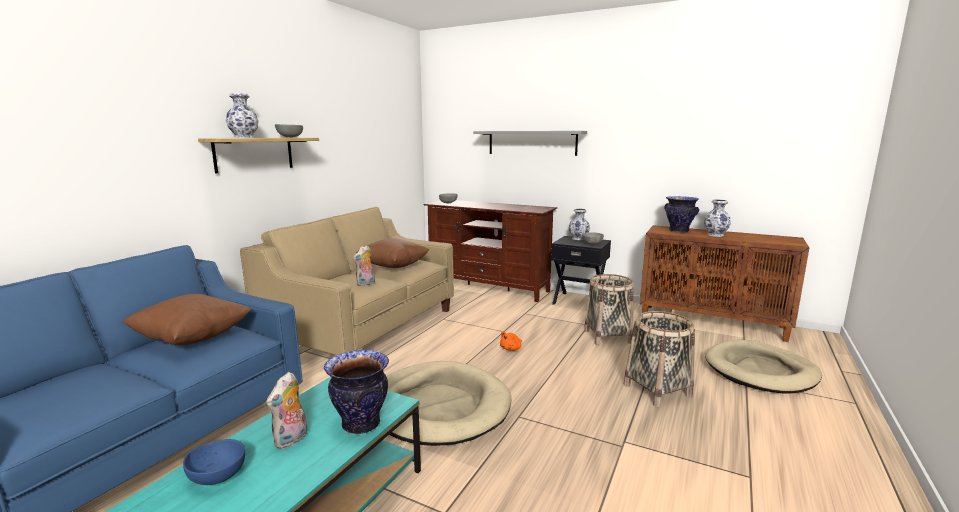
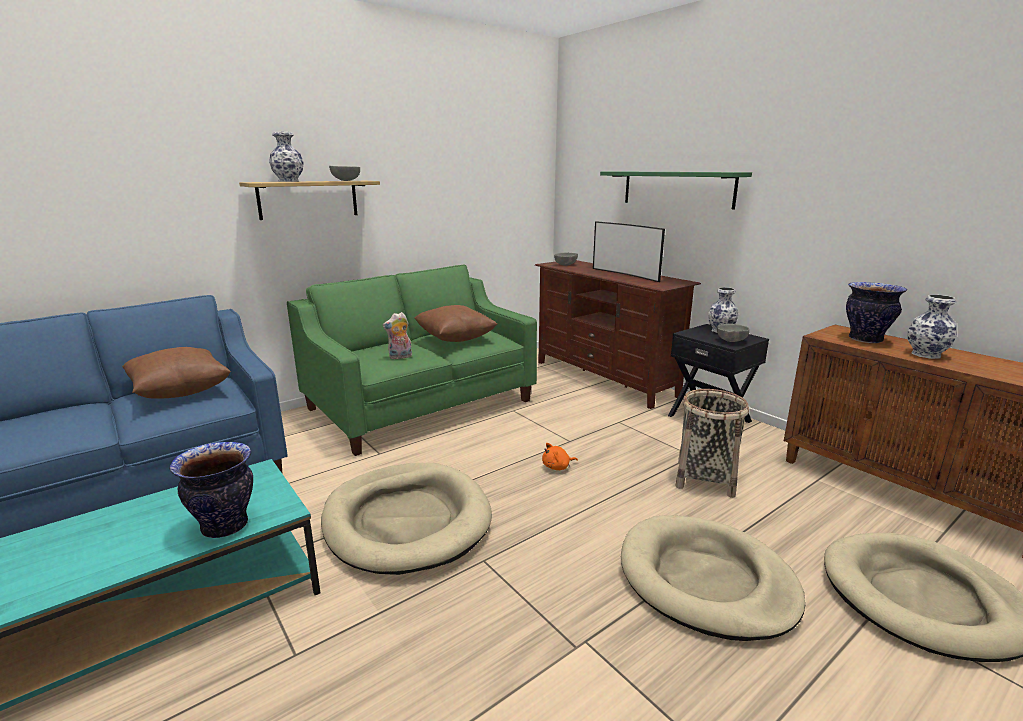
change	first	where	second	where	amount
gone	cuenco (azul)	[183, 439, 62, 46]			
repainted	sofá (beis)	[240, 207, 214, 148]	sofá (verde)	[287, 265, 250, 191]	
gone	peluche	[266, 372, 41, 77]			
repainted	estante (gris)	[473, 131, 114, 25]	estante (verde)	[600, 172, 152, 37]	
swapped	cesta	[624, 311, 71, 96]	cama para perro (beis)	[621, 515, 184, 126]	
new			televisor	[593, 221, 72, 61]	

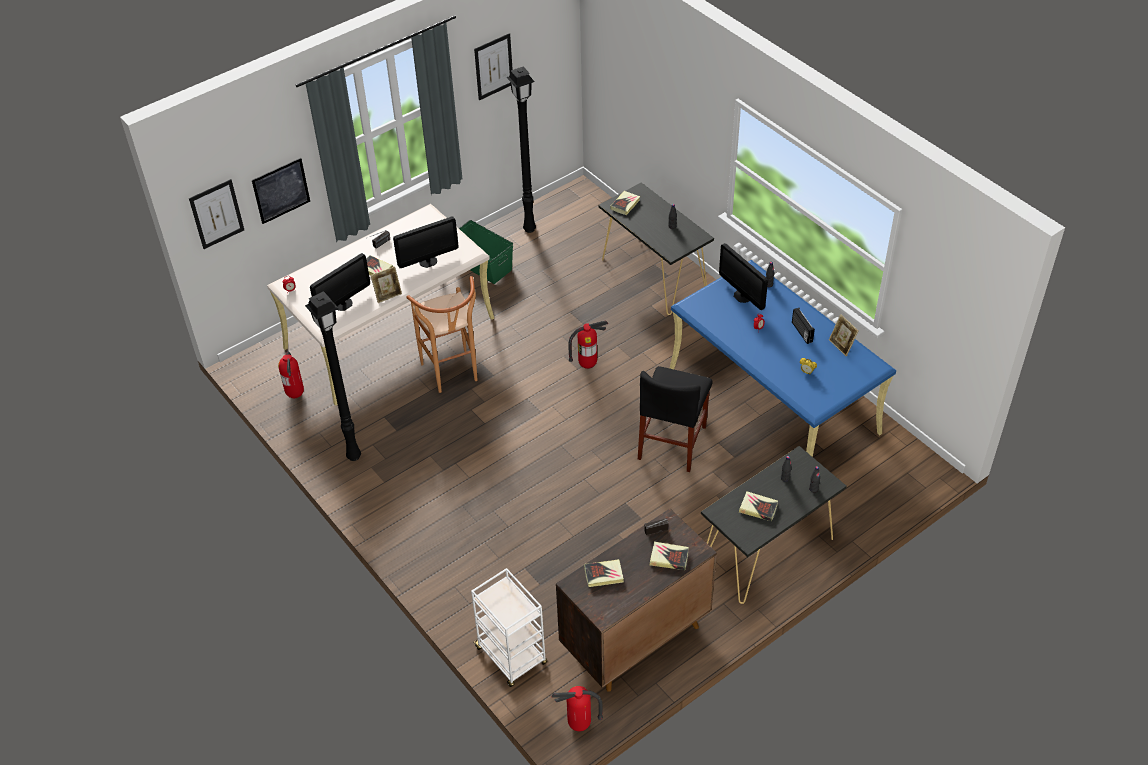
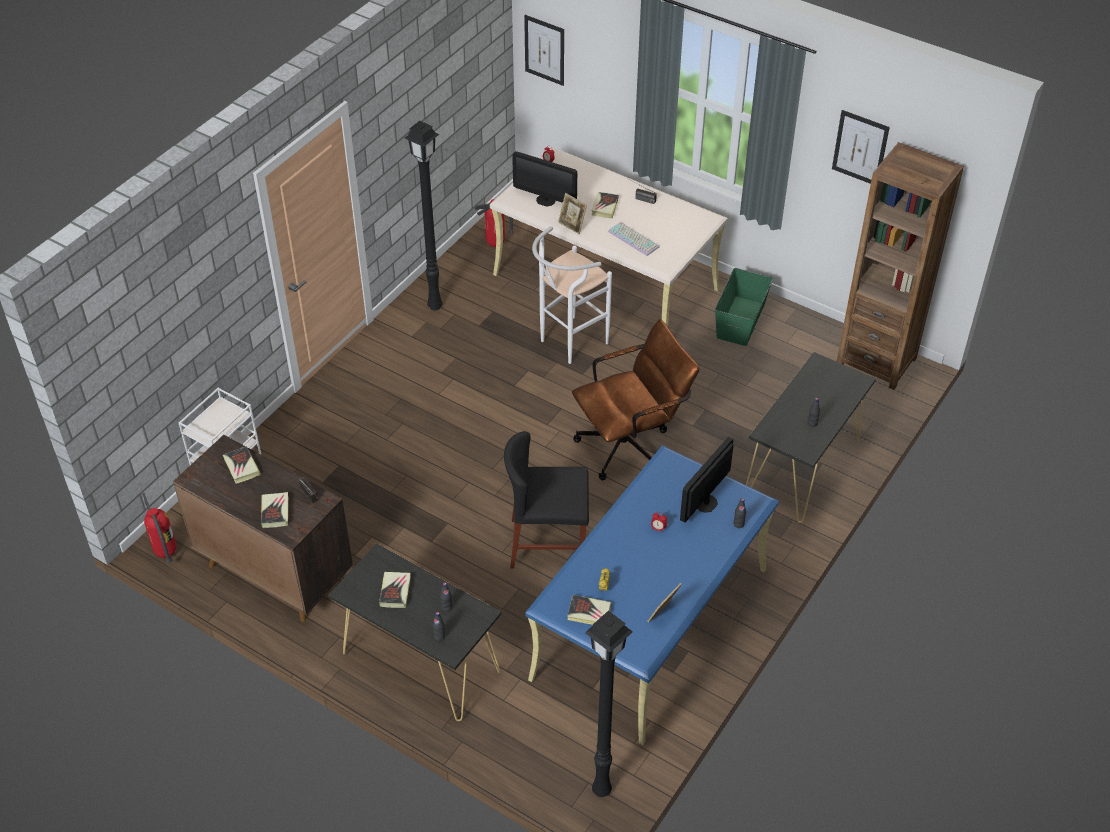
change	first	where	second	where	amount
gone	cuadro	[252, 158, 58, 66]			
swapped	monitor	[393, 217, 65, 51]	teclado	[608, 222, 51, 34]	
repainted	taburete (marrón)	[406, 276, 71, 117]	taburete (blanco)	[532, 226, 80, 138]	
shifted	lámpara de pie (negro)	[507, 66, 29, 167]		[585, 611, 48, 186]	
swapped	extintor	[568, 320, 40, 49]	silla de oficina (marrón)	[572, 319, 128, 161]	
shifted	libro	[610, 191, 30, 24]		[567, 595, 44, 30]	
gone	radio	[792, 308, 23, 36]			
new			estantería (marrón)	[837, 142, 127, 248]	

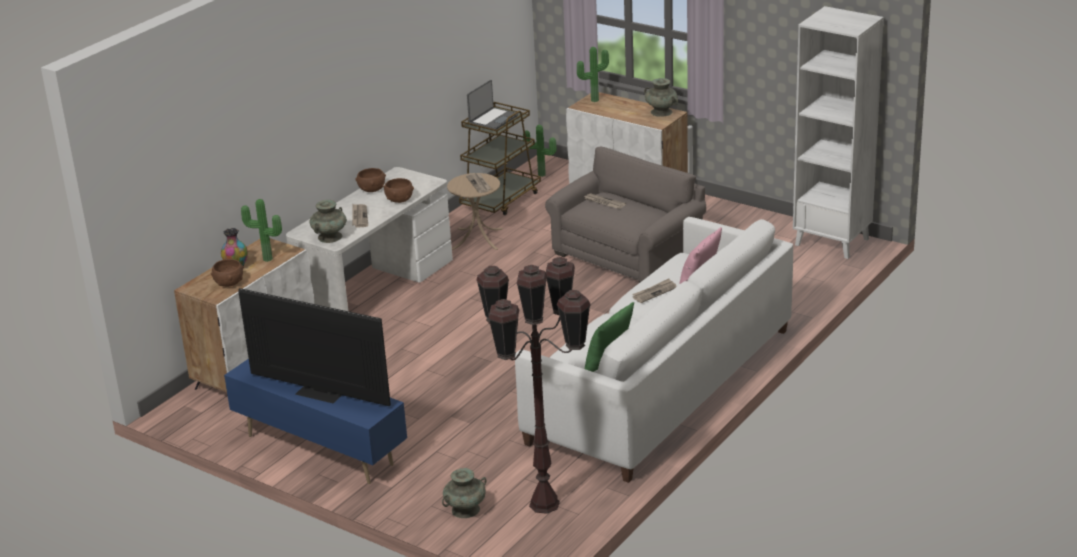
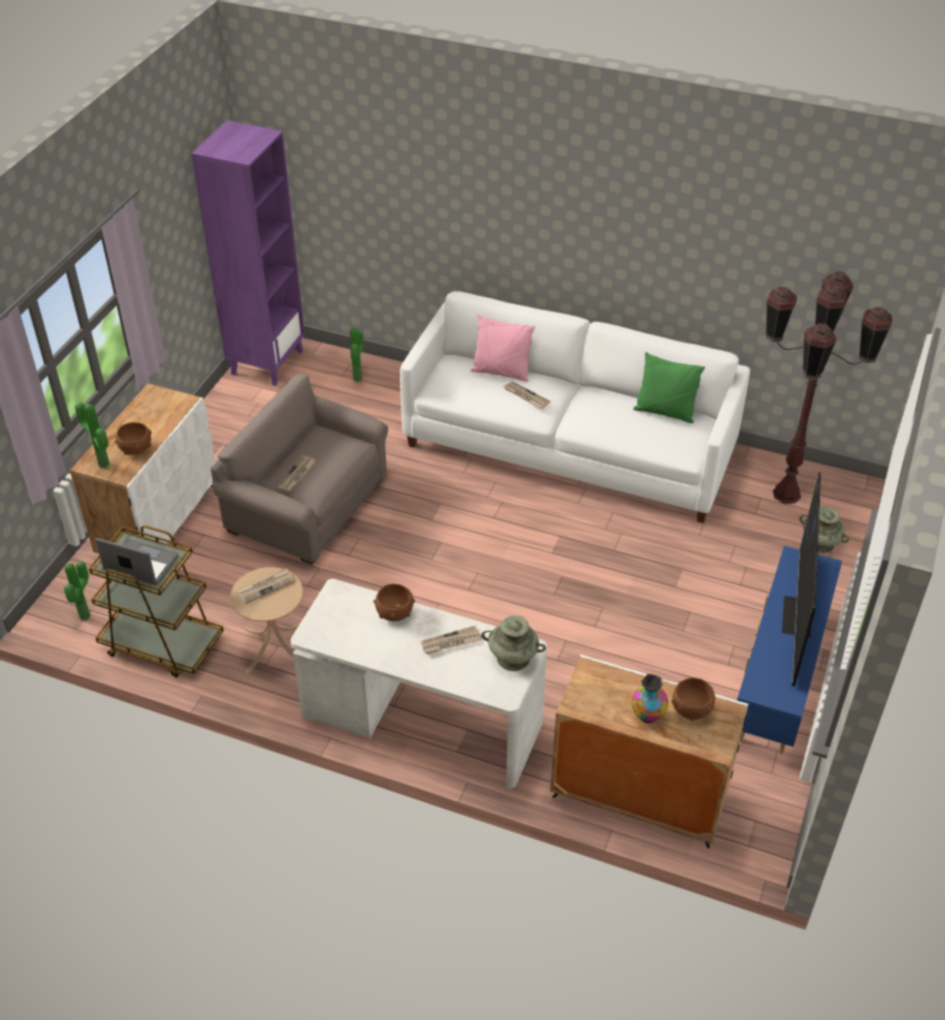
change	first	where	second	where	amount
shifted	planta en maceta	[241, 199, 41, 63]		[350, 328, 14, 54]	
shifted	cuenco (marrón)	[355, 168, 31, 24]		[115, 422, 37, 33]	
gone	florero (turquesa)	[644, 78, 34, 39]			
repainted	estantería (blanco)	[793, 6, 91, 253]	estantería (morado)	[191, 120, 114, 266]	

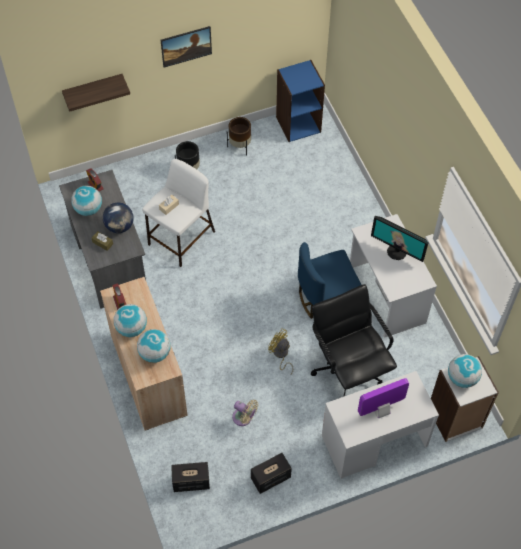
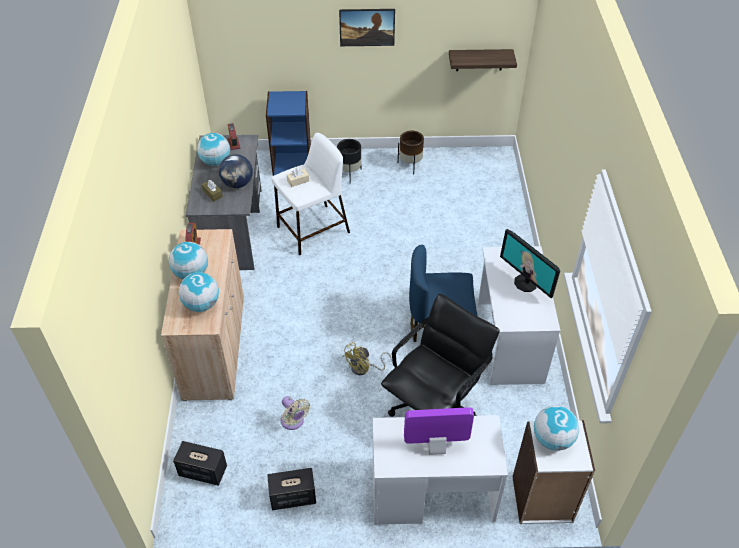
change	first	where	second	where	amount
shifted	estante	[62, 74, 68, 38]		[449, 49, 68, 22]	
rotated	ventilador (amarillo)	[268, 328, 25, 47]		[343, 342, 49, 33]	105 degrees counterclockwise
shifted	estantería (azul)	[276, 60, 49, 82]		[266, 91, 45, 85]	
rotated	silla de oficina (negro)	[311, 284, 86, 113]		[381, 294, 119, 123]	45 degrees clockwise

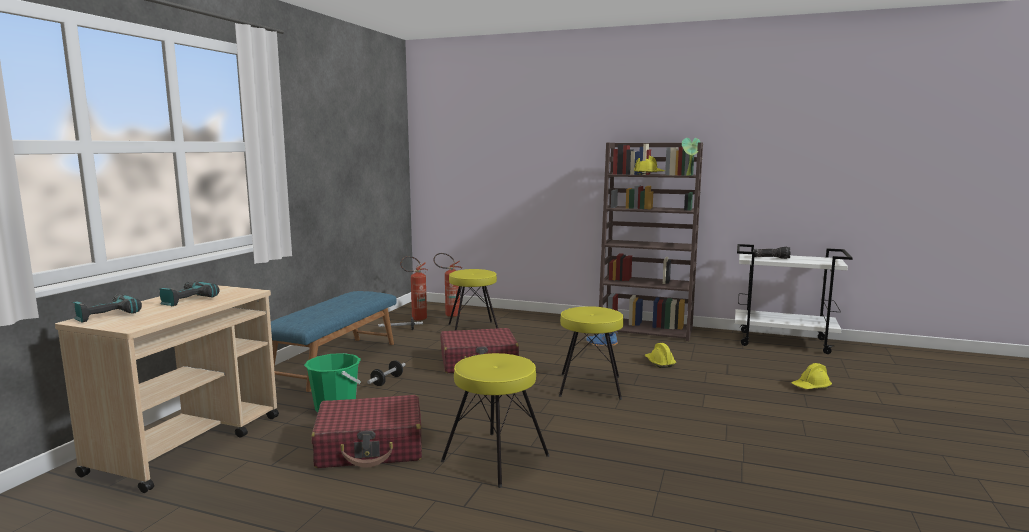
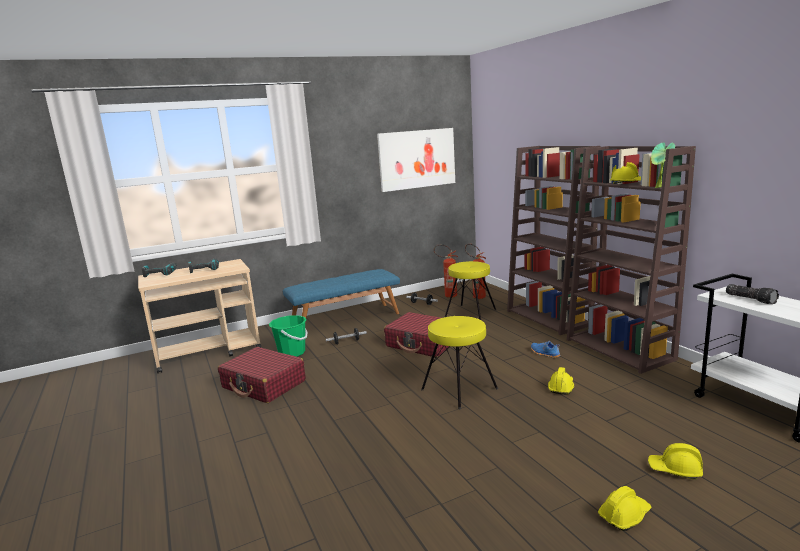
change	first	where	second	where	amount
gone	taburete (amarillo)	[441, 353, 109, 135]			
new			cuadro	[377, 128, 78, 64]	
new			estantería (marrón)	[507, 146, 93, 189]	
new			casco (amarillo)	[598, 486, 53, 45]	

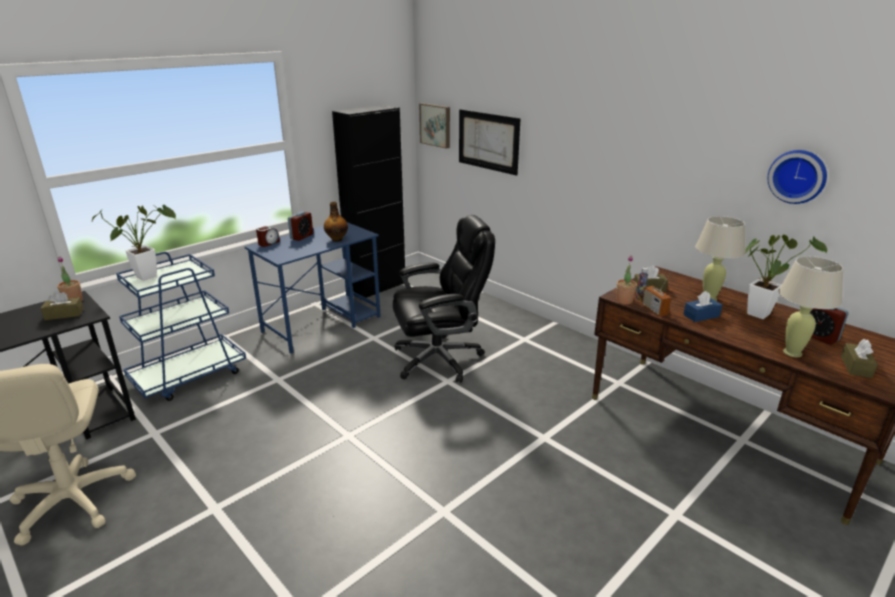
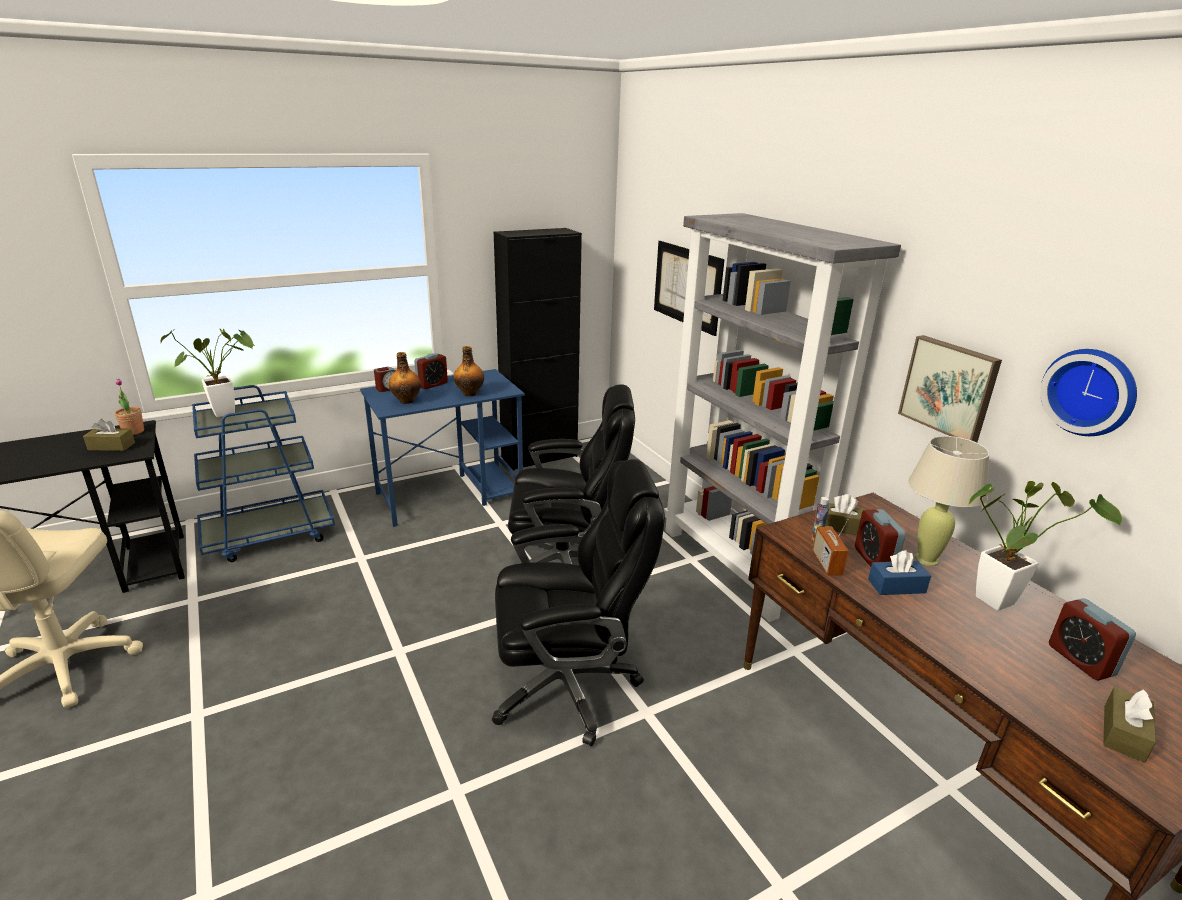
change	first	where	second	where	amount
shifted	cuadro	[419, 103, 31, 46]		[898, 335, 104, 107]	
gone	planta en maceta	[616, 255, 21, 49]			
gone	lámpara de mesa (beis)	[778, 256, 66, 101]			
new			botella	[389, 352, 32, 52]	
new			silla de oficina (negro)	[492, 459, 173, 287]	
new			estantería (gris)	[664, 213, 237, 409]	
new			despertador	[855, 509, 51, 58]	

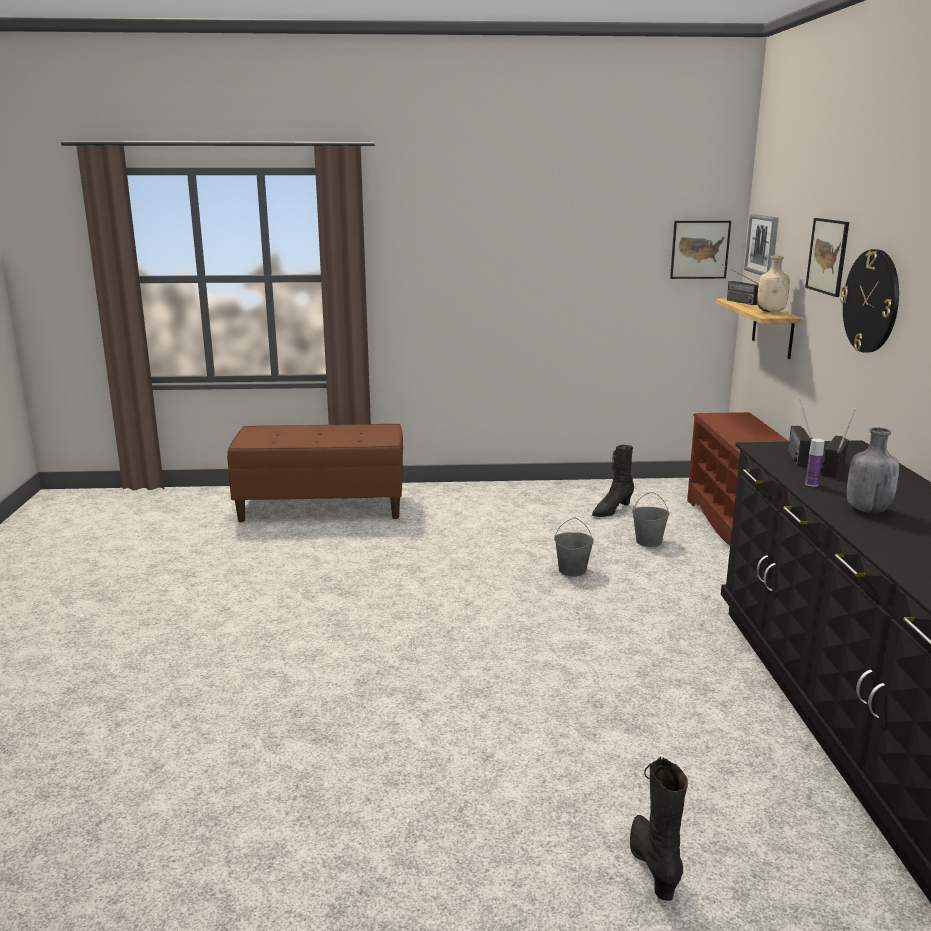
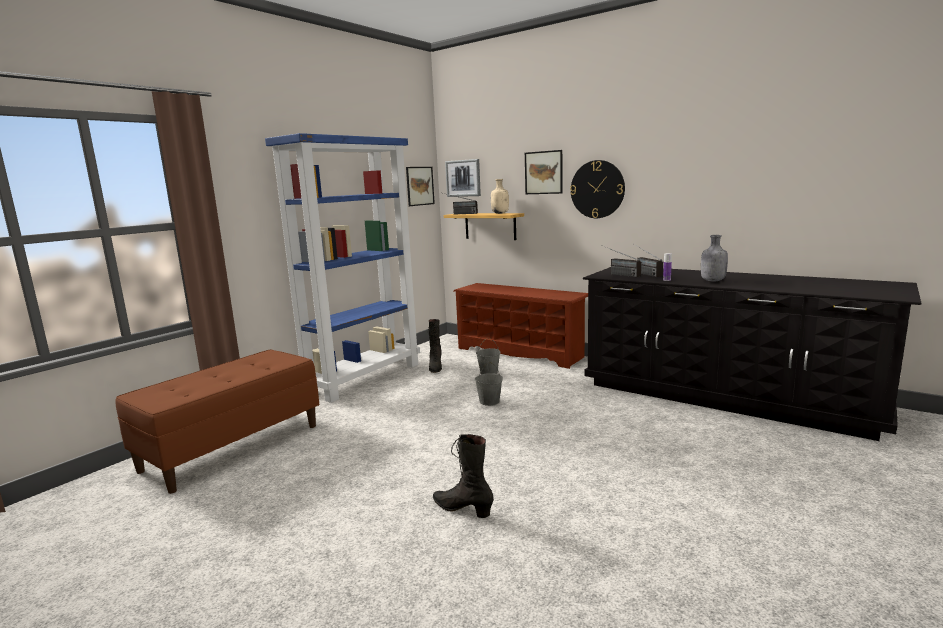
change	first	where	second	where	amount
shifted	bota (negro)	[630, 757, 58, 143]		[433, 434, 61, 84]	
new			estantería (azul)	[265, 133, 155, 270]	

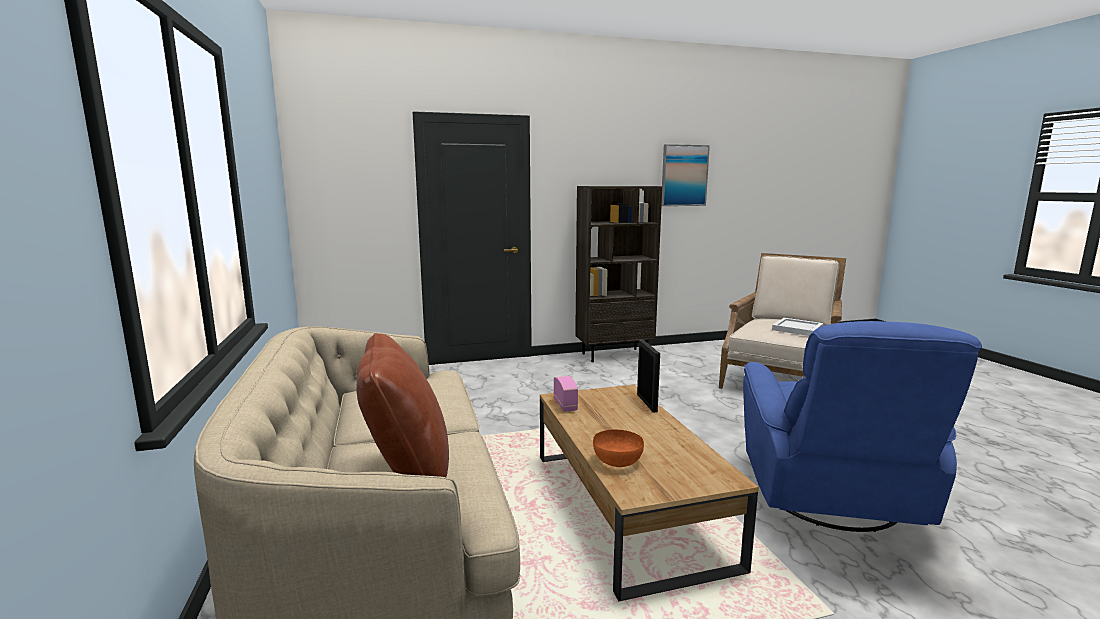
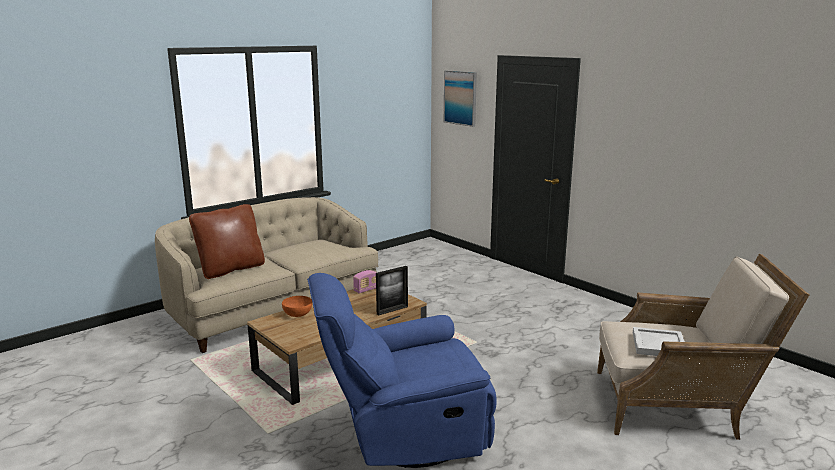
change	first	where	second	where	amount
gone	estantería (marrón)	[575, 186, 87, 176]			
shifted	cuadro	[662, 144, 48, 62]		[444, 70, 33, 57]	

